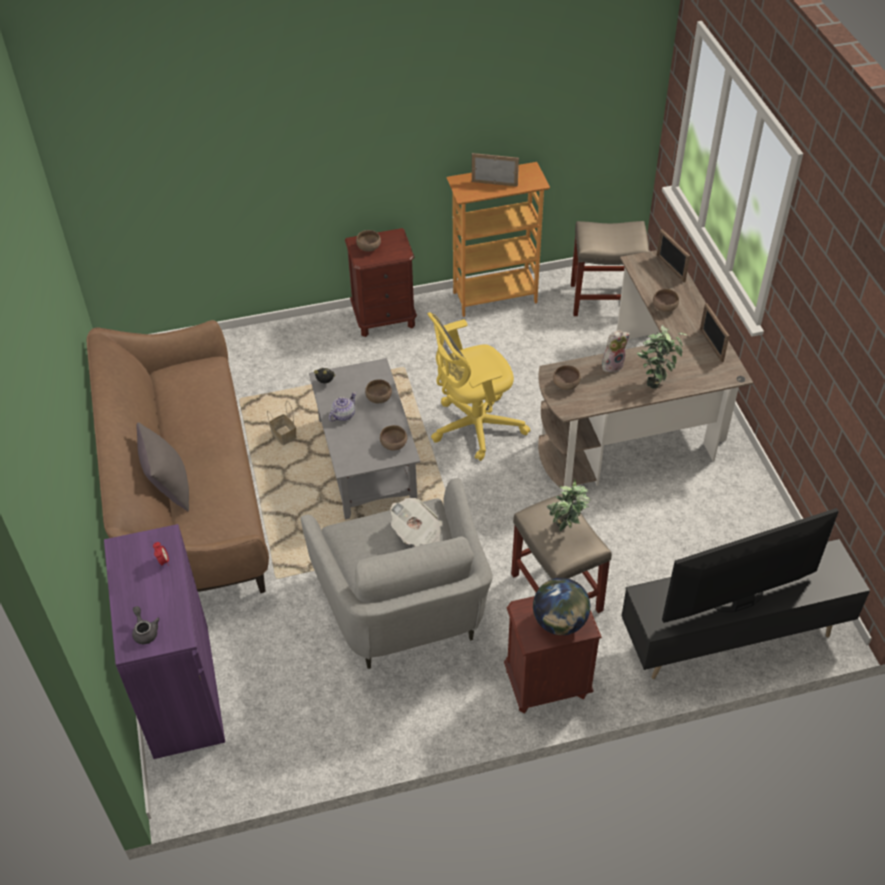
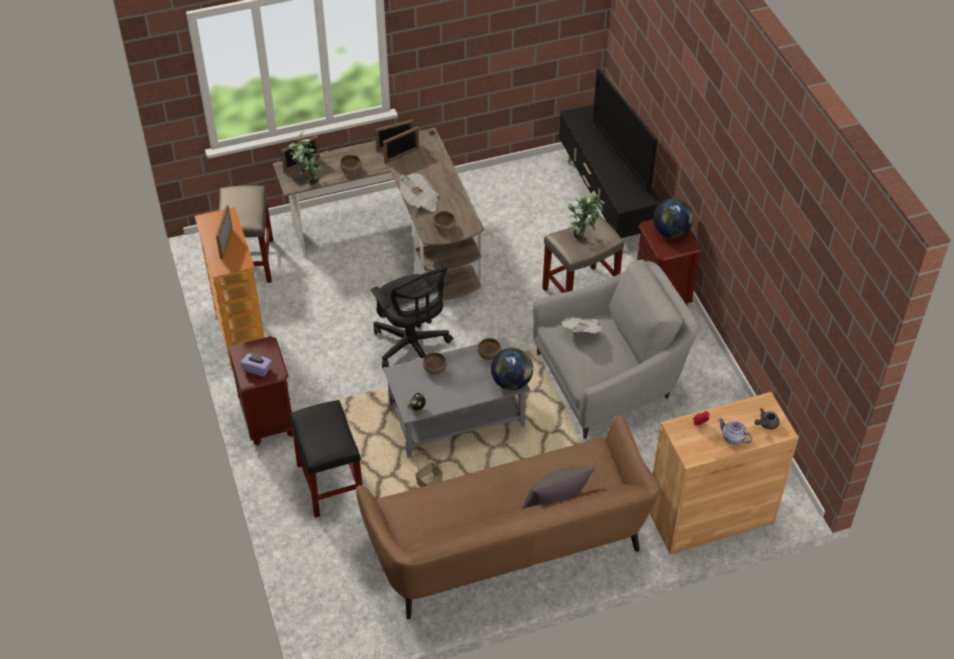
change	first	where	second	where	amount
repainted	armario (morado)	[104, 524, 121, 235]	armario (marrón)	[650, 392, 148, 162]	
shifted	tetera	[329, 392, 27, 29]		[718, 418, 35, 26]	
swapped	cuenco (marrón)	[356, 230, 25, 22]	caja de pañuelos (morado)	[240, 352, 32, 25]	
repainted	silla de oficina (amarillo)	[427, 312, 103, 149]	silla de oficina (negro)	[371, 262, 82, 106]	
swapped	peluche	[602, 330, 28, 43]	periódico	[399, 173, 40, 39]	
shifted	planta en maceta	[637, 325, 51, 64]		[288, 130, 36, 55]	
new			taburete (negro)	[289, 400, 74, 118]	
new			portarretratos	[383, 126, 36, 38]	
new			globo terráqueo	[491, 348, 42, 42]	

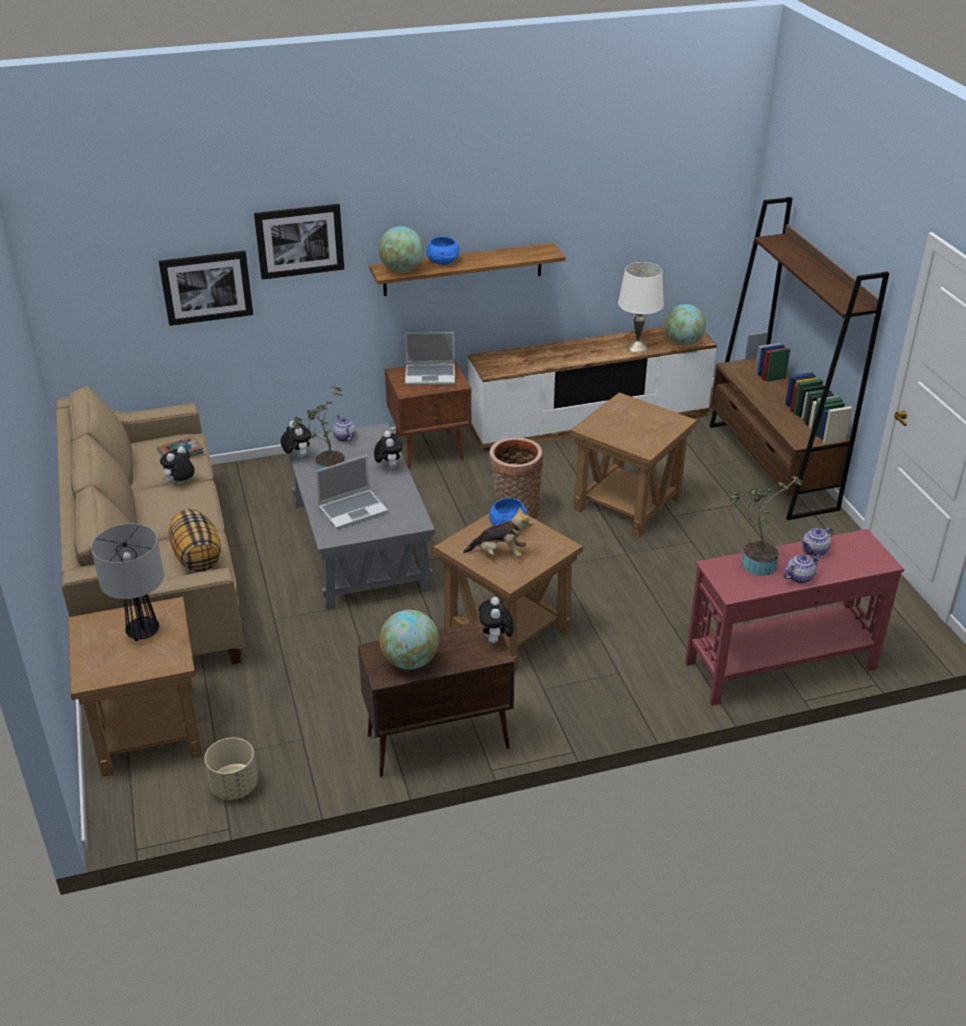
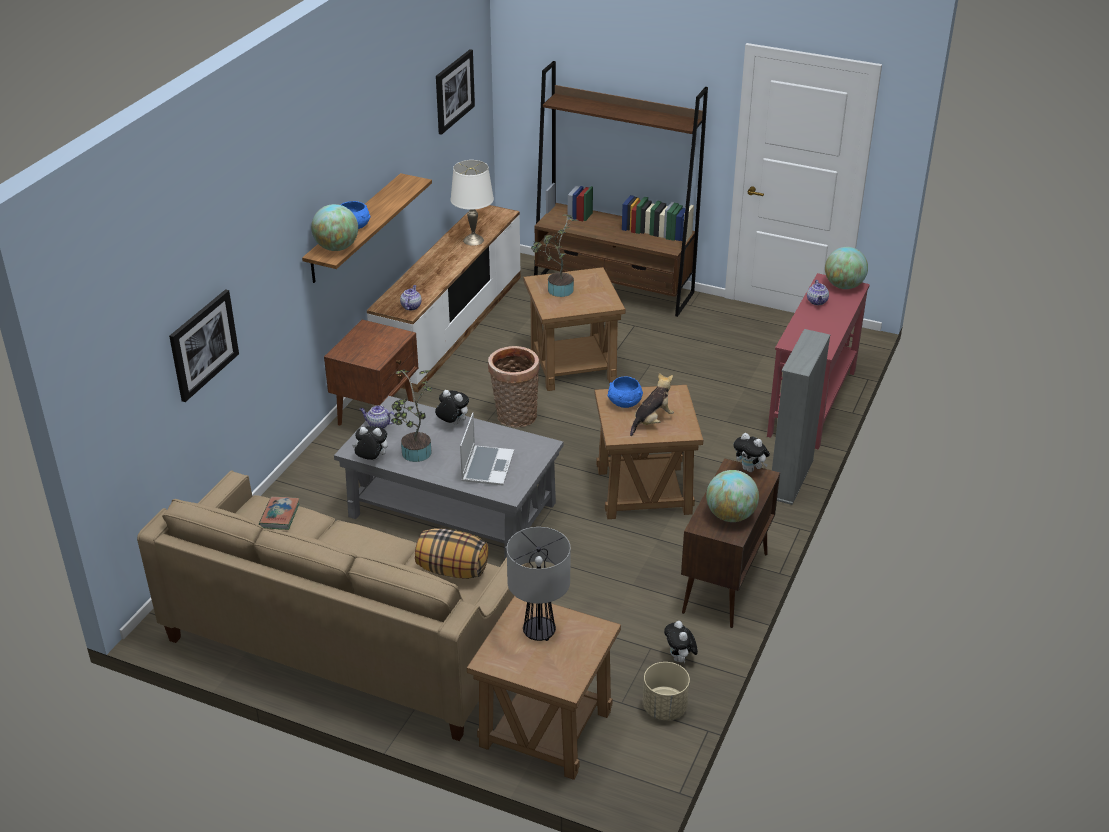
change	first	where	second	where	amount
shifted	peluche	[160, 446, 35, 38]		[664, 621, 34, 43]	
shifted	cuadro	[254, 204, 90, 76]		[436, 49, 39, 85]	
gone	portátil	[405, 332, 50, 53]			
shifted	globo terráqueo	[664, 304, 42, 41]		[825, 247, 43, 42]	
shifted	planta en maceta	[730, 476, 73, 100]		[531, 214, 47, 83]	
shifted	tetera	[783, 554, 38, 29]		[400, 285, 22, 25]	
new			estantería (gris)	[772, 329, 58, 176]	

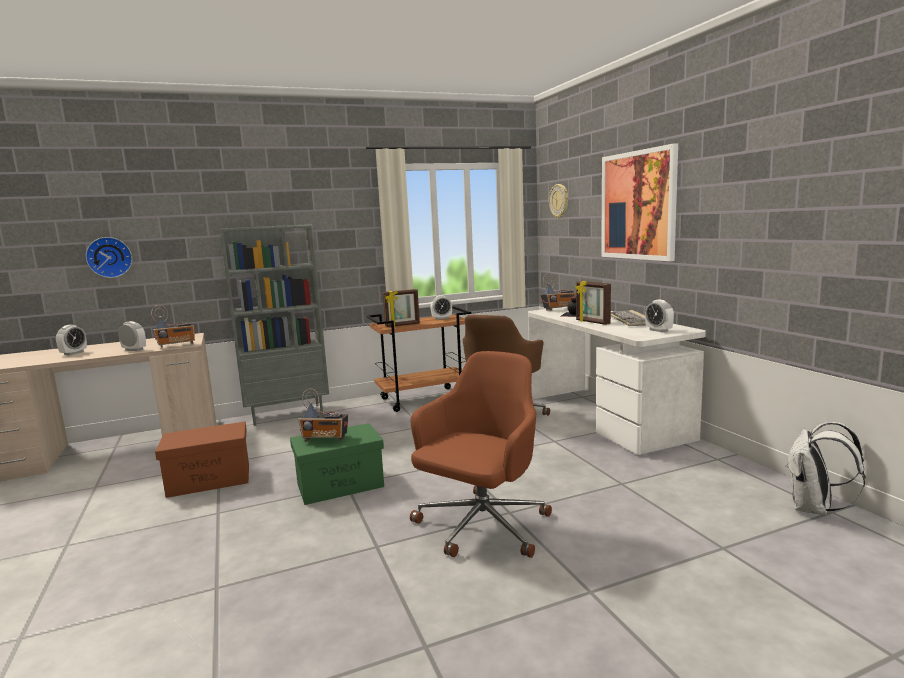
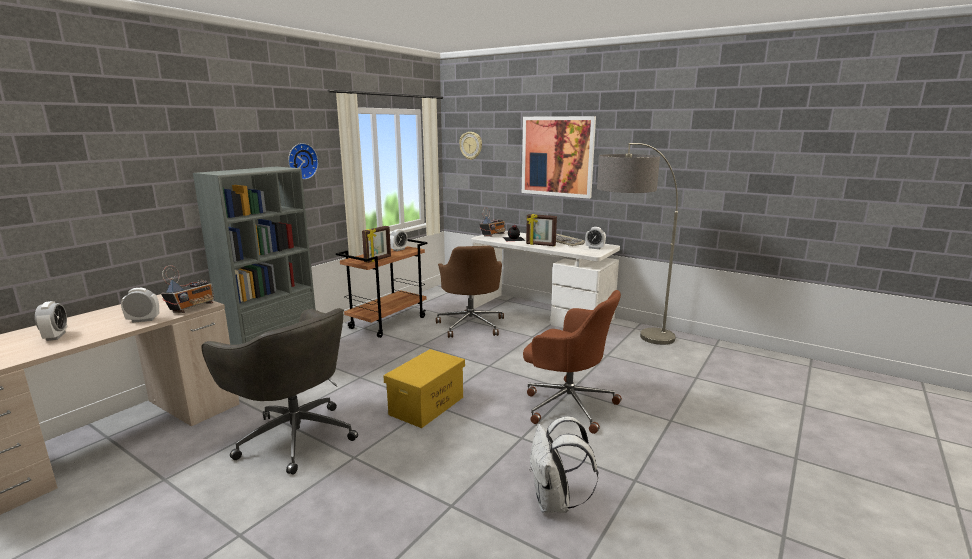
change	first	where	second	where	amount
shifted	reloj de pared	[85, 237, 47, 41]		[288, 143, 30, 37]	
swapped	caja de almacenaje (marrón)	[155, 422, 94, 76]	silla de oficina (gris)	[202, 308, 156, 167]	
repainted	caja de almacenaje (verde)	[290, 423, 94, 82]	caja de almacenaje (amarillo)	[383, 349, 82, 79]	
gone	radio	[298, 389, 50, 52]			
rotated	silla de oficina (marrón)	[410, 351, 142, 207]		[523, 290, 99, 144]	120 degrees clockwise
shifted	mochila (blanco)	[787, 422, 79, 94]		[530, 416, 68, 97]	
new			lámpara de pie	[597, 143, 81, 202]	

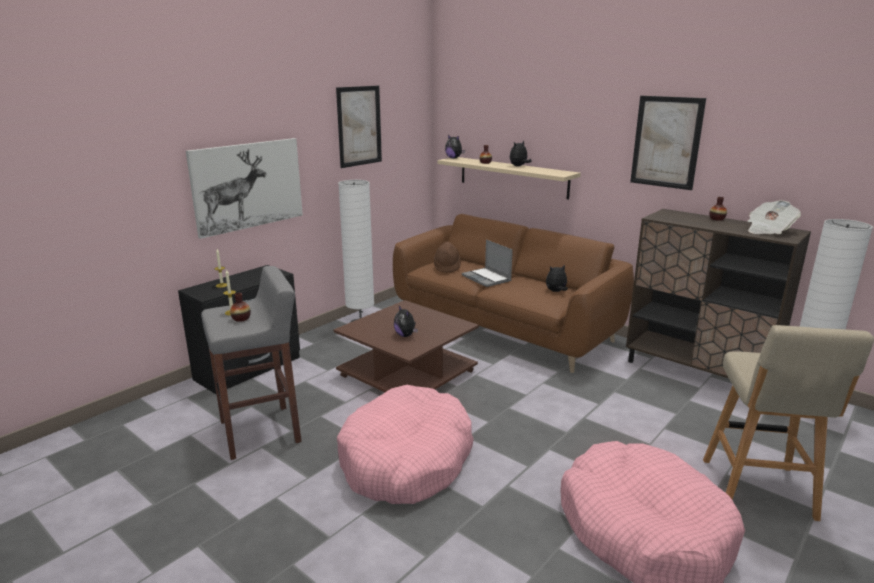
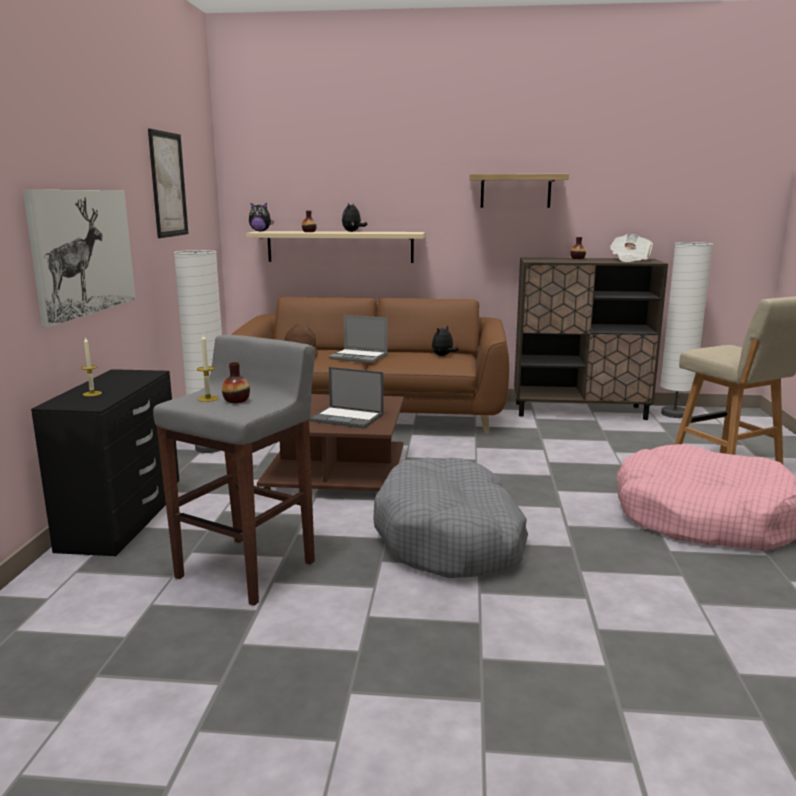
change	first	where	second	where	amount
repainted	cama para perro (rosa)	[337, 385, 137, 119]	cama para perro (gris)	[373, 457, 155, 121]	
swapped	peluche	[394, 306, 24, 31]	portátil	[309, 367, 75, 62]	
swapped	cuadro	[630, 96, 76, 94]	estante	[470, 174, 99, 34]	

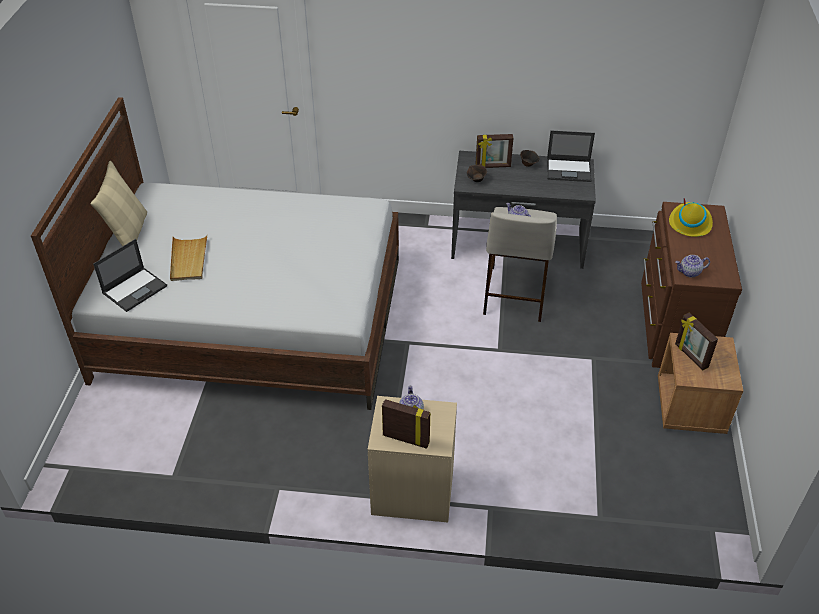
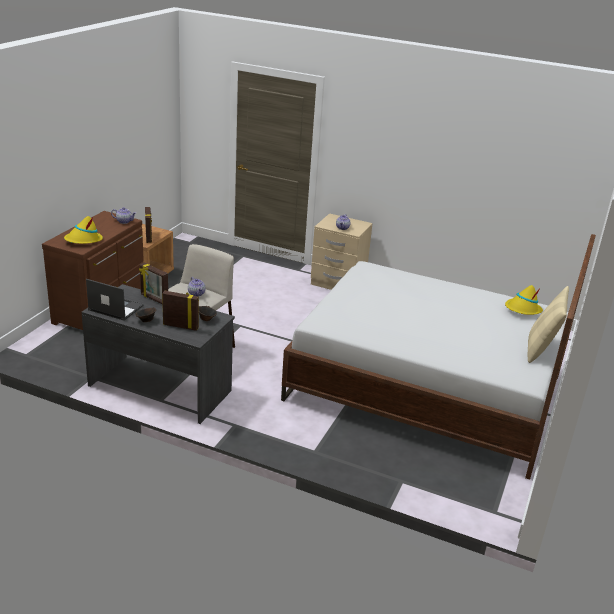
change	first	where	second	where	amount
swapped	portátil	[93, 239, 74, 73]	sombrero (amarillo)	[505, 285, 38, 30]	
gone	bandeja (beis)	[170, 234, 38, 47]			
shifted	portarretratos	[382, 399, 49, 50]		[139, 262, 29, 43]	

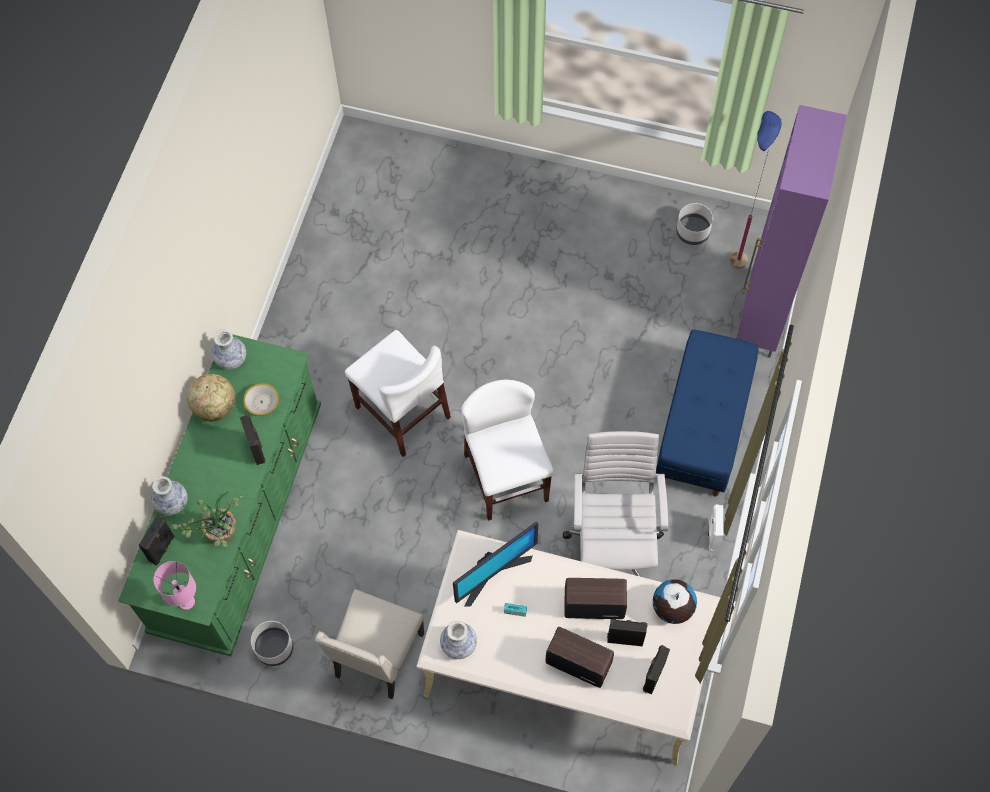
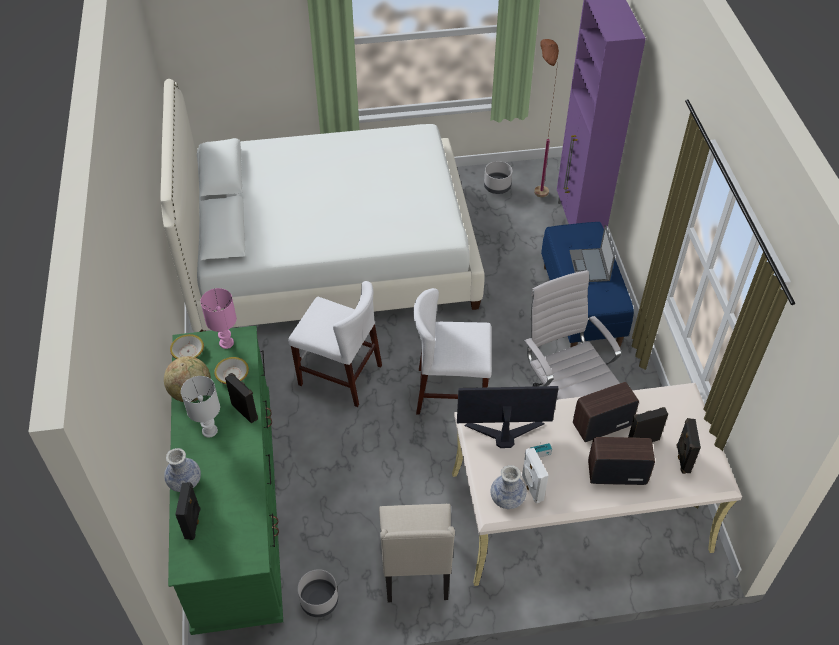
change	first	where	second	where	amount
shifted	lámpara de mesa (rosa)	[153, 561, 43, 49]		[200, 288, 37, 61]	
gone	planta en maceta	[171, 491, 72, 56]			
swapped	florero	[212, 330, 34, 40]	cuenco	[170, 334, 34, 25]	
rotated	monitor	[453, 521, 85, 86]		[457, 386, 101, 62]	120 degrees counterclockwise
rotated	silla (blanco)	[461, 380, 92, 141]		[413, 288, 79, 127]	45 degrees counterclockwise
gone	globo terráqueo	[653, 579, 44, 45]			
shifted	altavoz (blanco)	[708, 504, 15, 47]		[521, 447, 28, 57]	
repainted	lámpara de pie (azul)	[729, 111, 53, 158]	lámpara de pie (marrón)	[534, 39, 25, 158]	
new			cama (blanco)	[161, 79, 324, 253]	
new			lámpara de mesa (blanco)	[181, 376, 39, 62]	
new			portátil	[569, 225, 46, 57]	

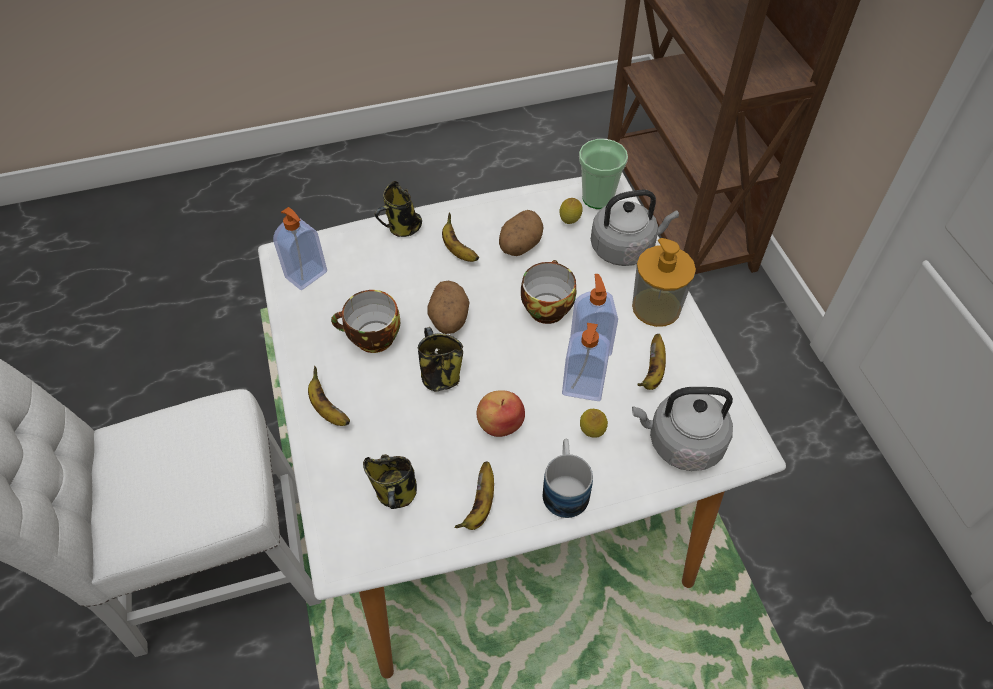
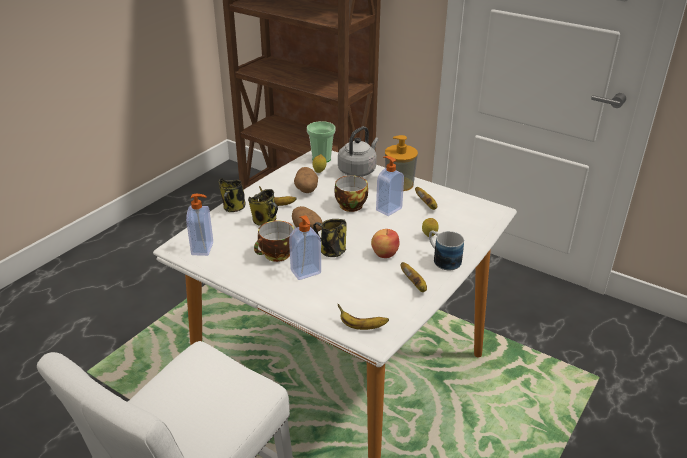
change	first	where	second	where	amount
shifted	plátano	[308, 366, 42, 60]		[338, 304, 51, 26]	
shifted	taza grande	[363, 454, 54, 55]		[248, 189, 30, 37]	
shifted	dispensador de jabón	[562, 323, 48, 78]		[289, 215, 32, 65]	
gone	hervidor (gris)	[632, 387, 101, 84]			

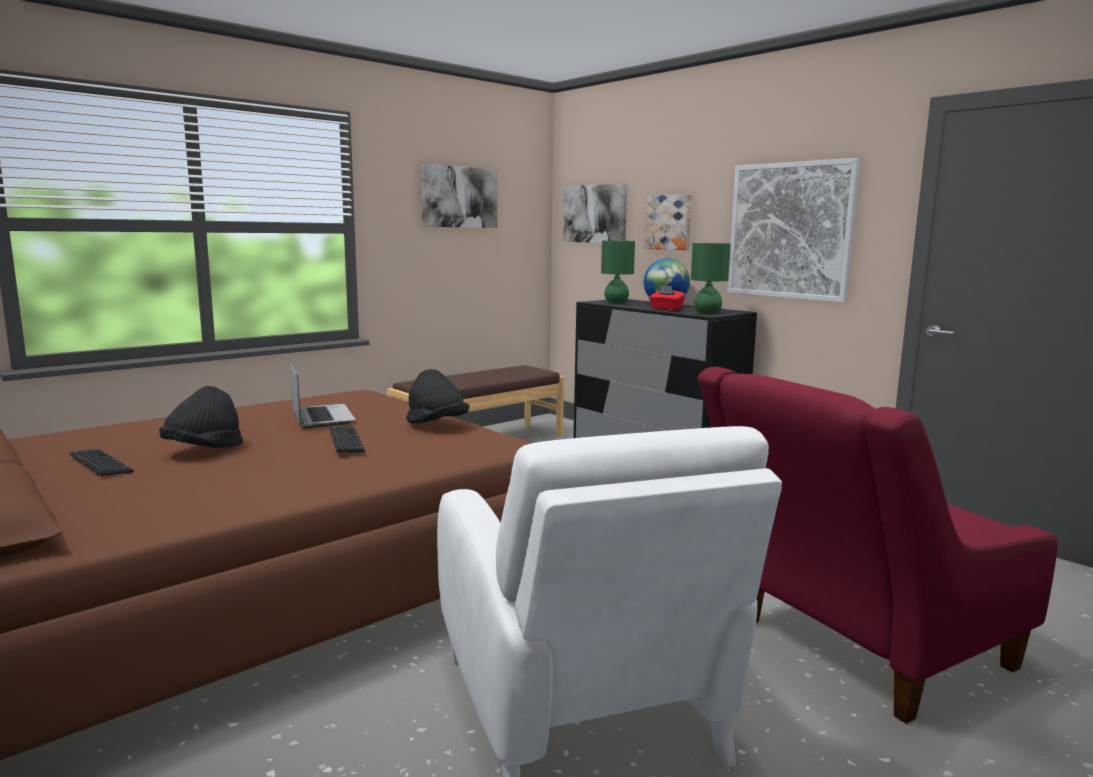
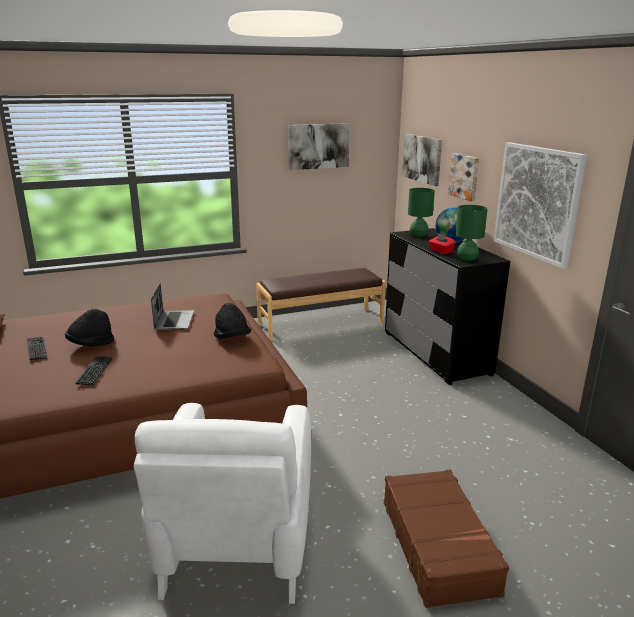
change	first	where	second	where	amount
shifted	teclado	[329, 426, 36, 27]		[76, 356, 36, 30]	
swapped	sillón (rojo)	[698, 367, 360, 357]	maleta (marrón)	[384, 470, 125, 138]	

